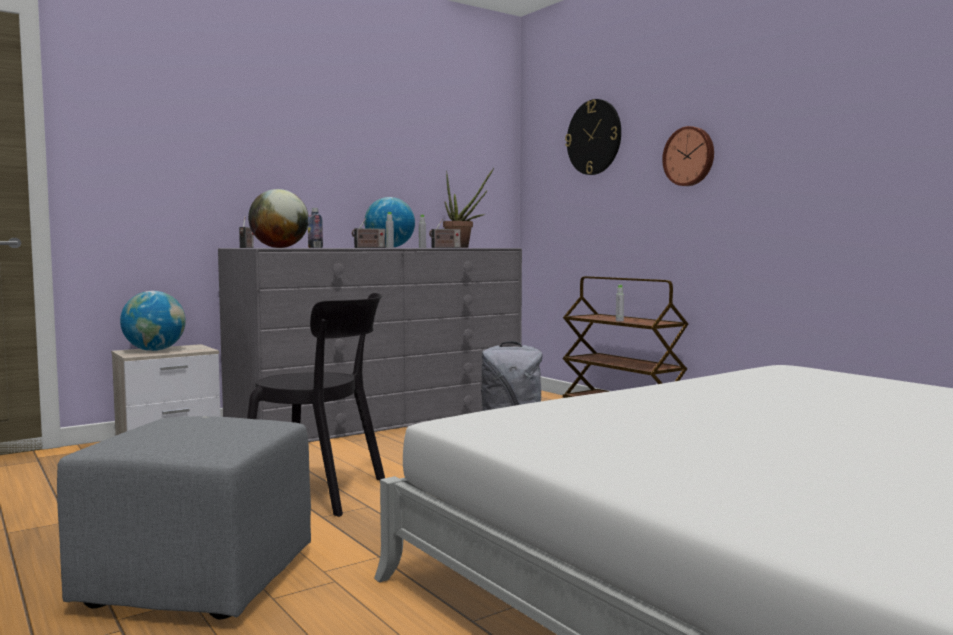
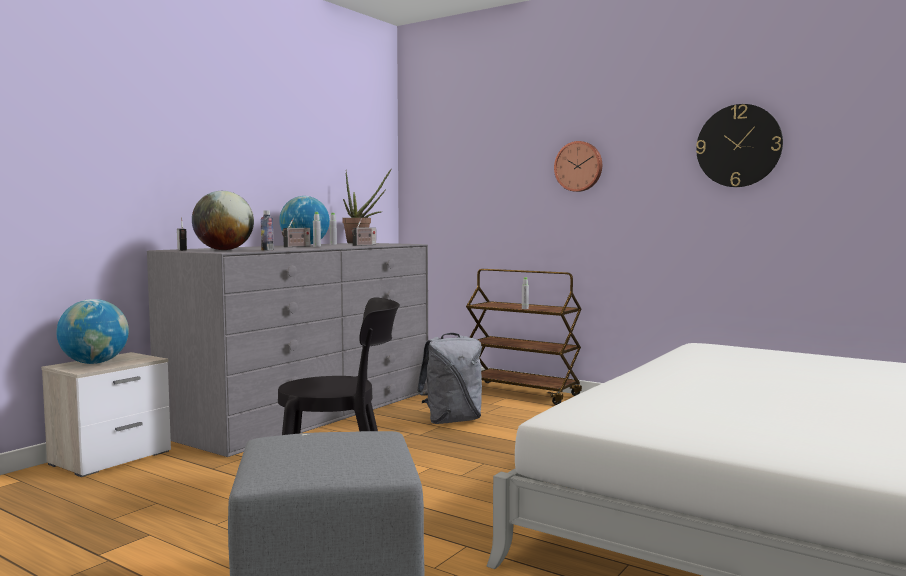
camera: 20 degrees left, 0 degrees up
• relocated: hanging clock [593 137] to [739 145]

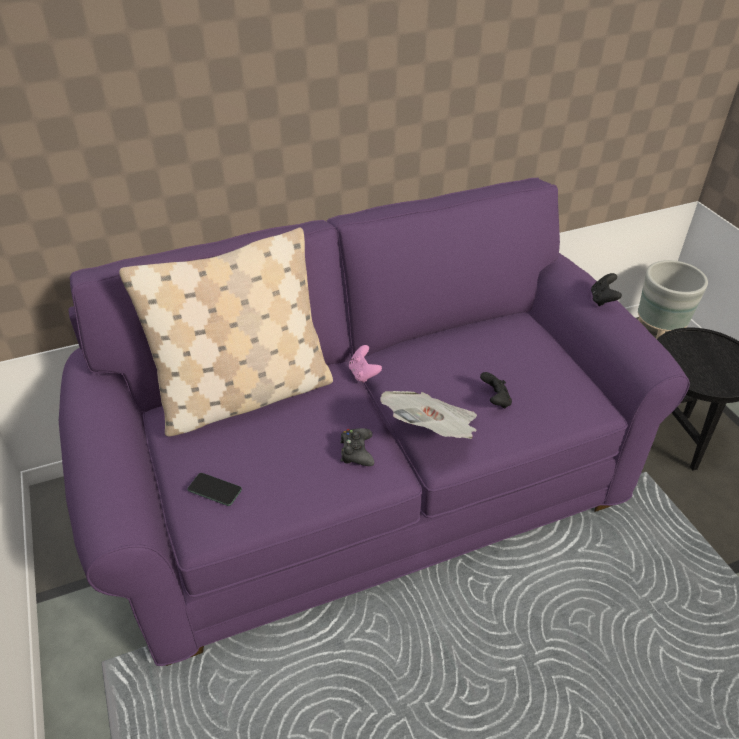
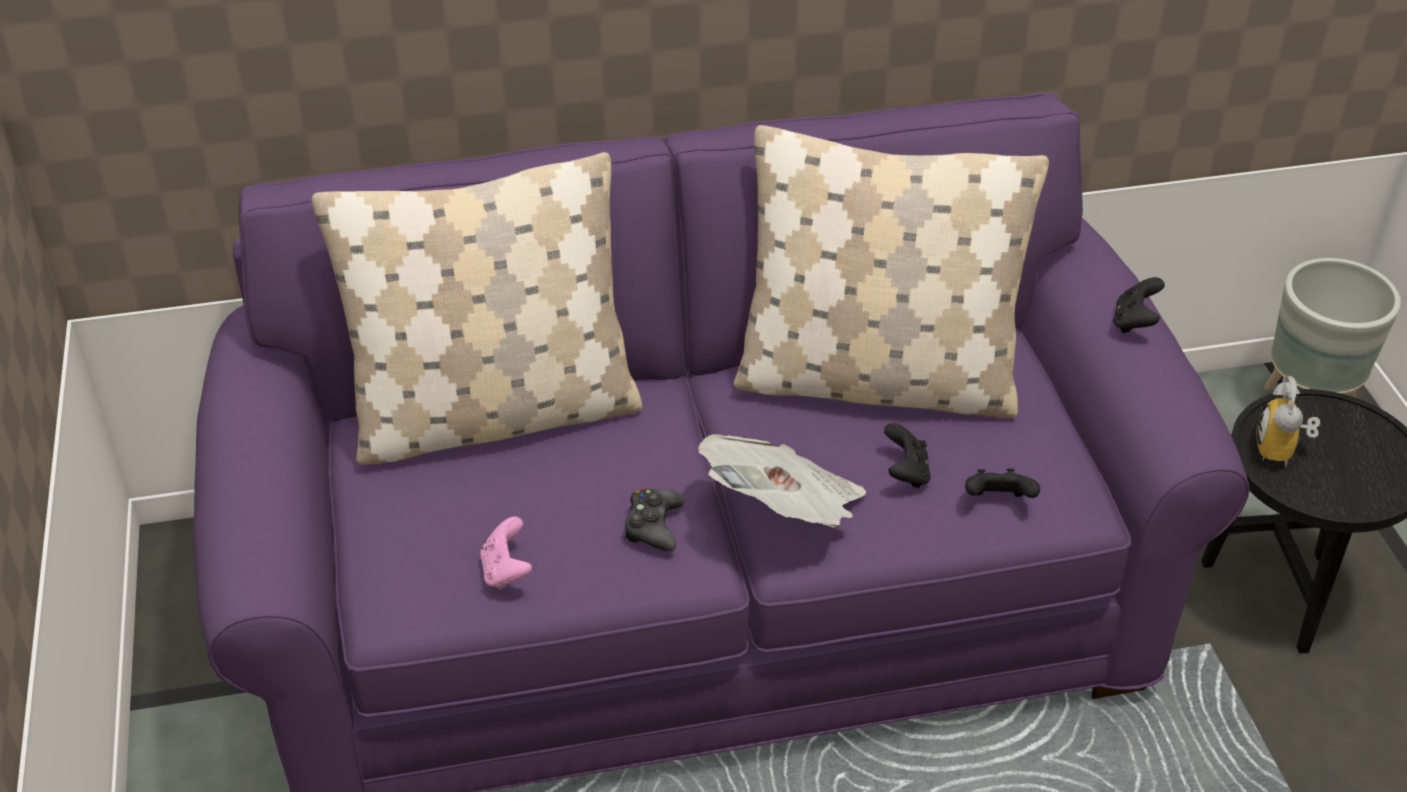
camera: 10 degrees right, 0 degrees up
• missing: phone [214 489]
• relocated: pink gamepad [365 364] to [506 553]
• appeared: beige-coloured cushion [891 272]
• appeared: black-coloured gamepad [1002 483]
• appeared: table clock [1288 421]

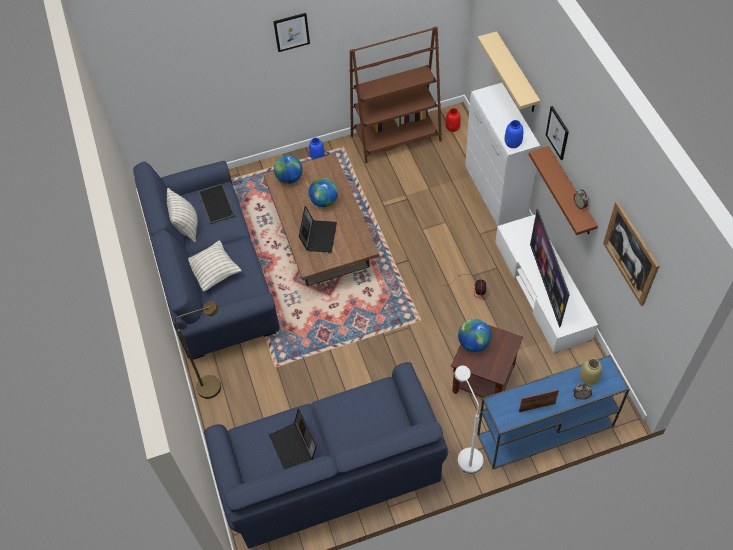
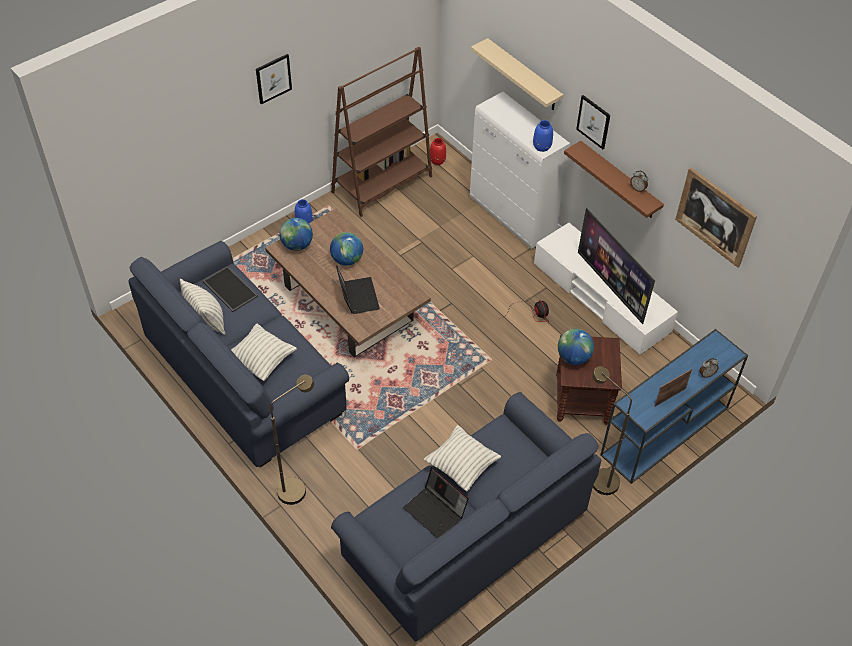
camera: 25 degrees left, 5 degrees down
• colour: whitish standard lamp [469 419] to brownish standard lamp [612 430]
• missing: beige-coloured decorative vase [591 371]
• appeared: cushion [462 458]

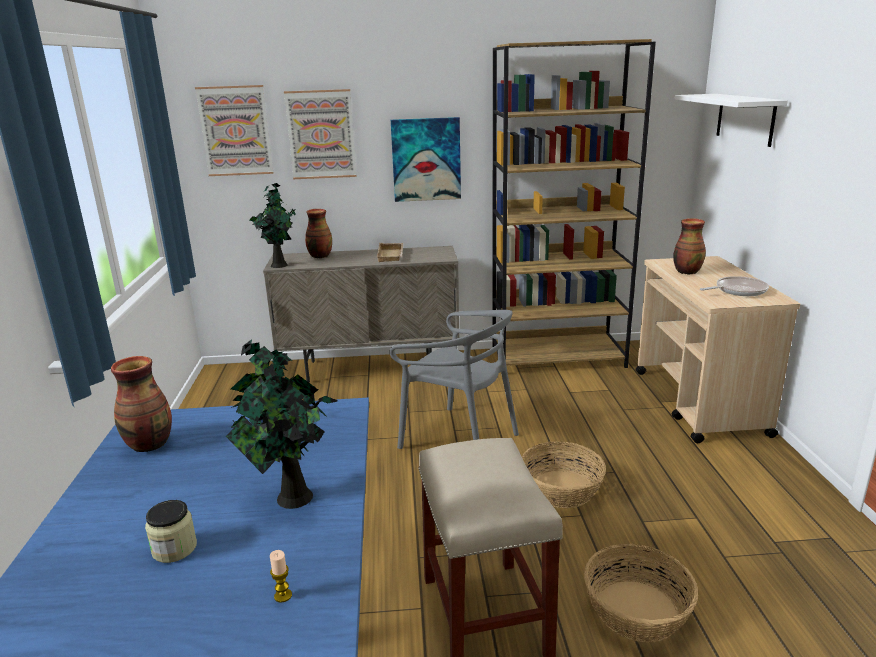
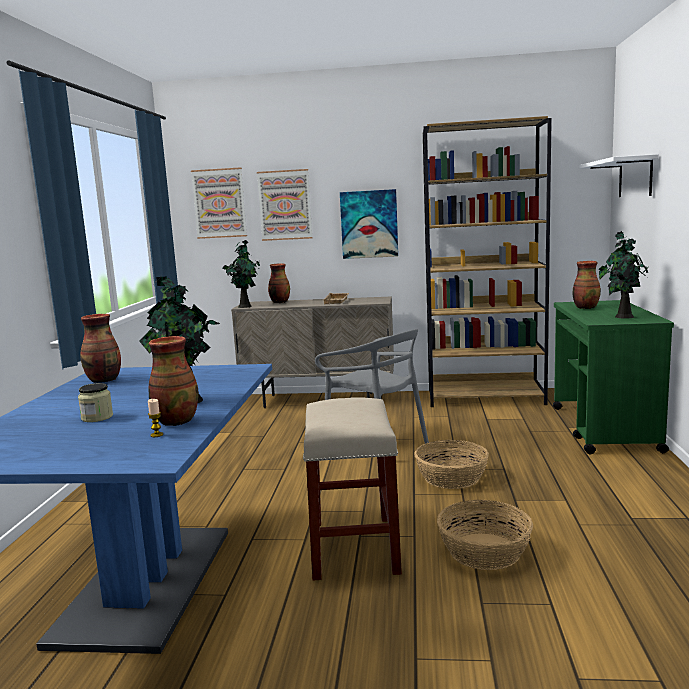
camera: 10 degrees right, 10 degrees down
• colour: beige-coloured trolley [718 349] to green-coloured trolley [613 377]
• exchanged: frying pan [734 286] to plant in a pot [623 274]
• appeared: decorative vase [174 381]

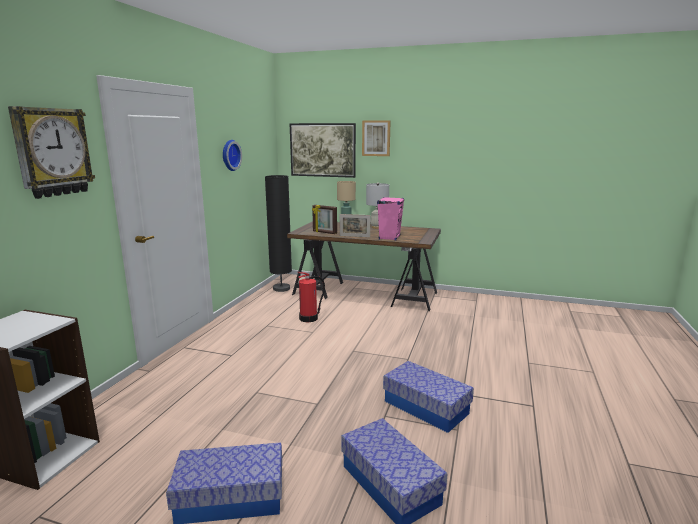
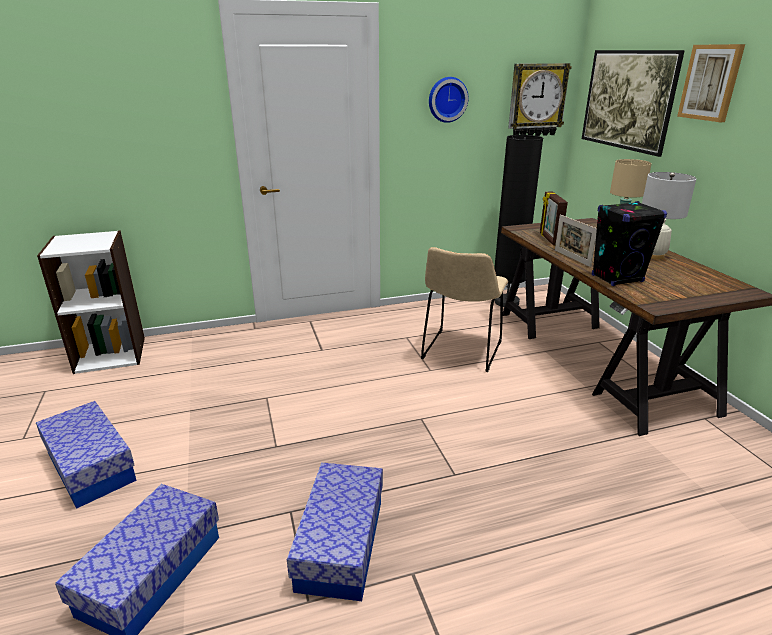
camera: 55 degrees right, 10 degrees up
• relocated: hanging clock [51 152] to [540 99]
• exchanged: fire extinguisher [311 296] to beige-coloured upright chair [464 309]
• colour: pink speaker [390 219] to black-coloured speaker [629 243]

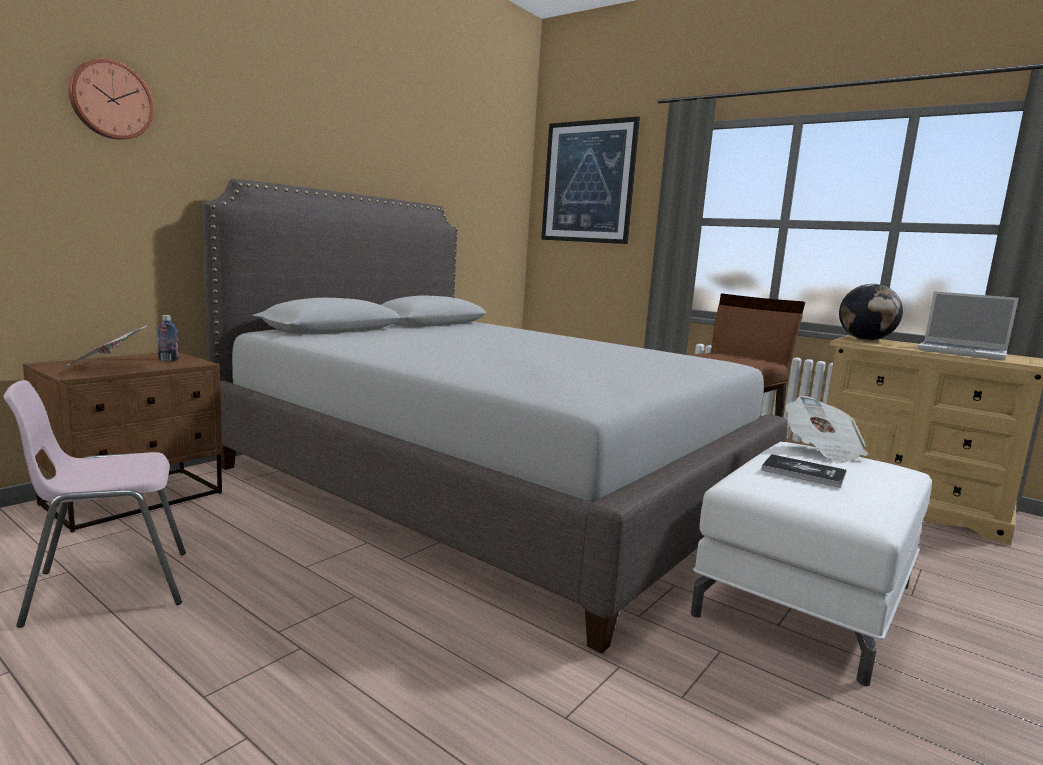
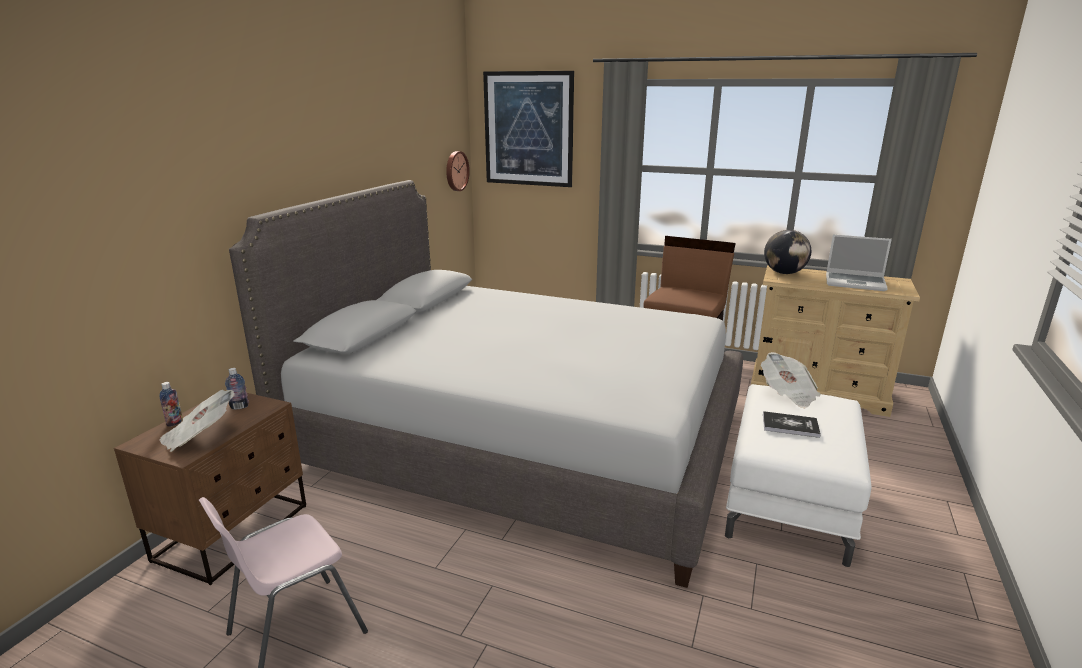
camera: 15 degrees left, 10 degrees up
• relocated: hanging clock [111 99] to [458 171]
• appeared: bottle [171 404]

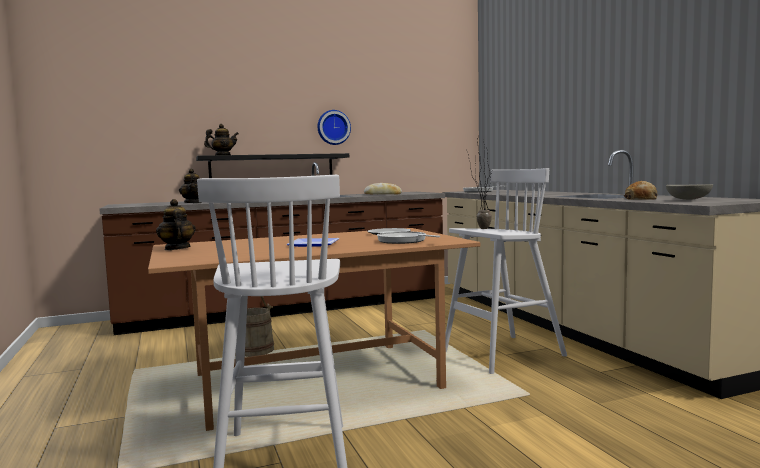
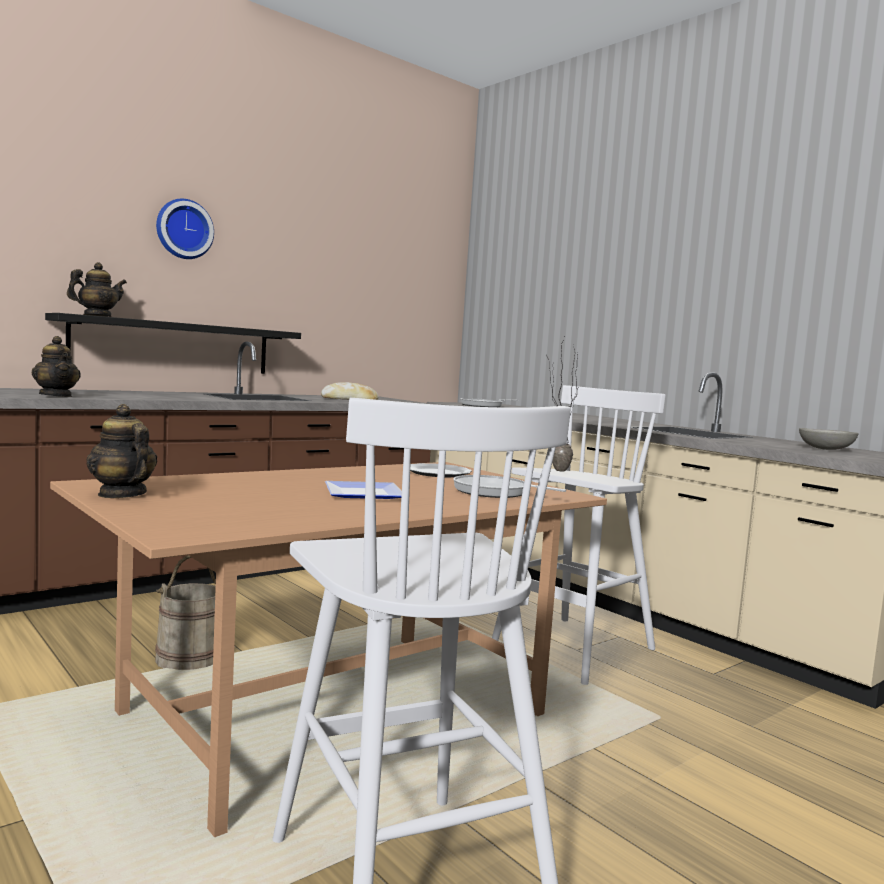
camera: 20 degrees left, 0 degrees up
• relocated: hanging clock [334 127] to [185 229]
• missing: bread [640 190]

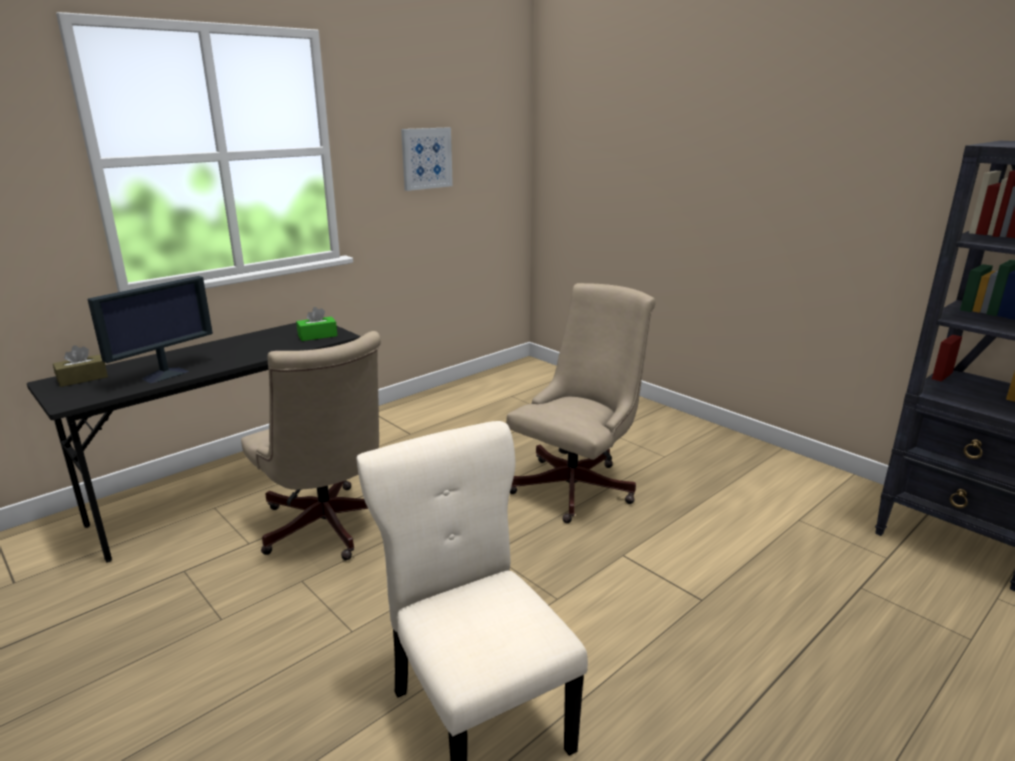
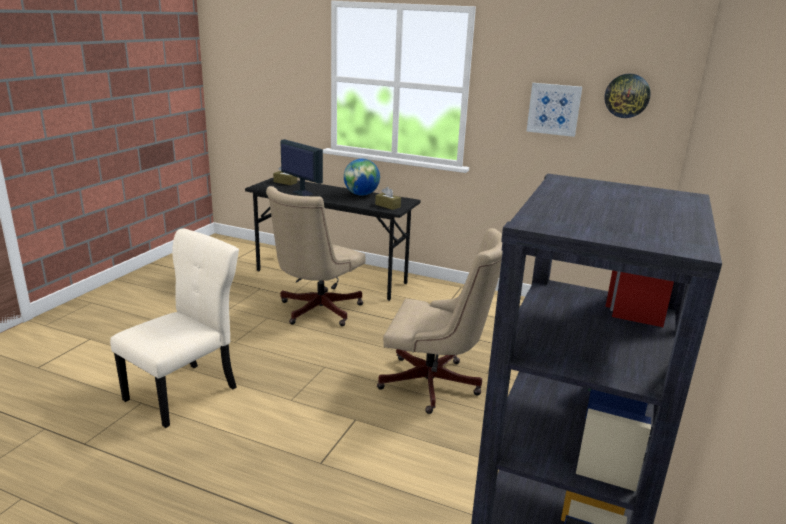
camera: 65 degrees right, 0 degrees up
• spun: monitor [150 329] = [302 167] 150 degrees counterclockwise
• colour: green-coloured box of tissues [316 324] to brownish box of tissues [388 198]
• appeared: desk globe [362 177]
• appeared: hanging clock [627 96]

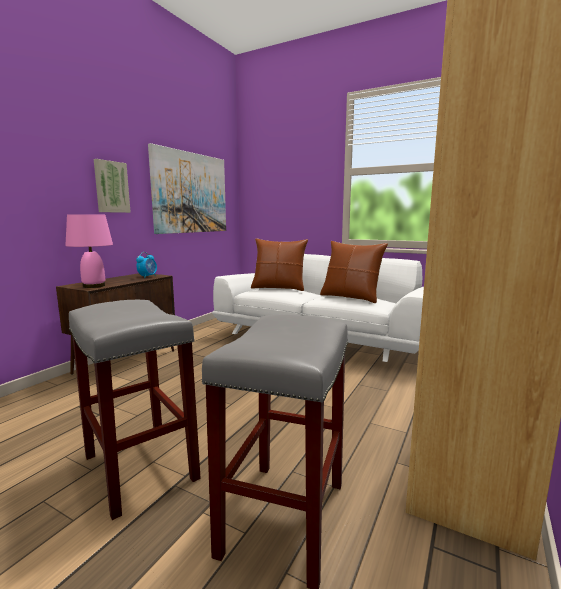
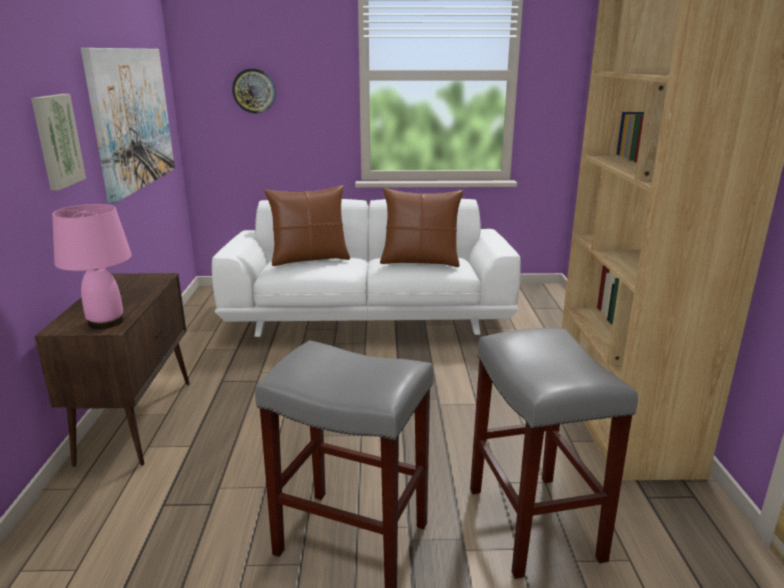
camera: 30 degrees left, 10 degrees up
• missing: table clock [146 265]
• appeared: hanging clock [254 91]

